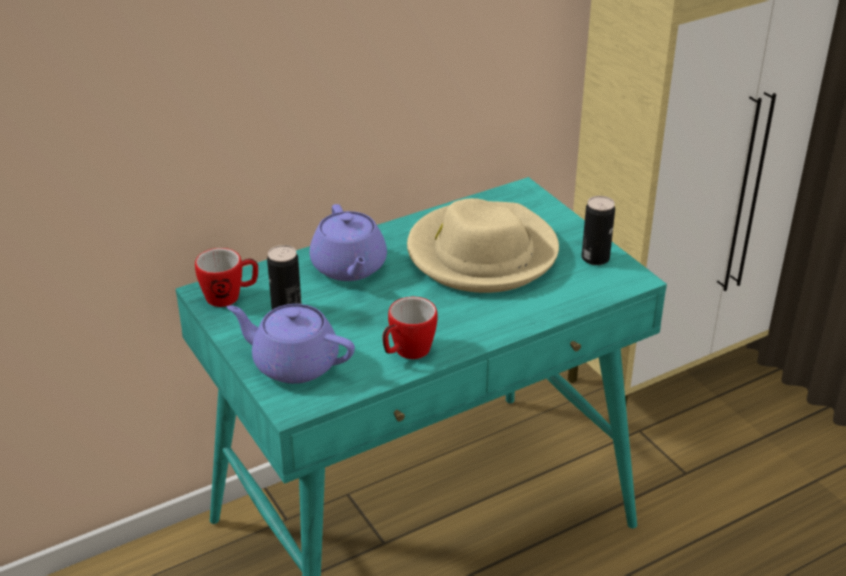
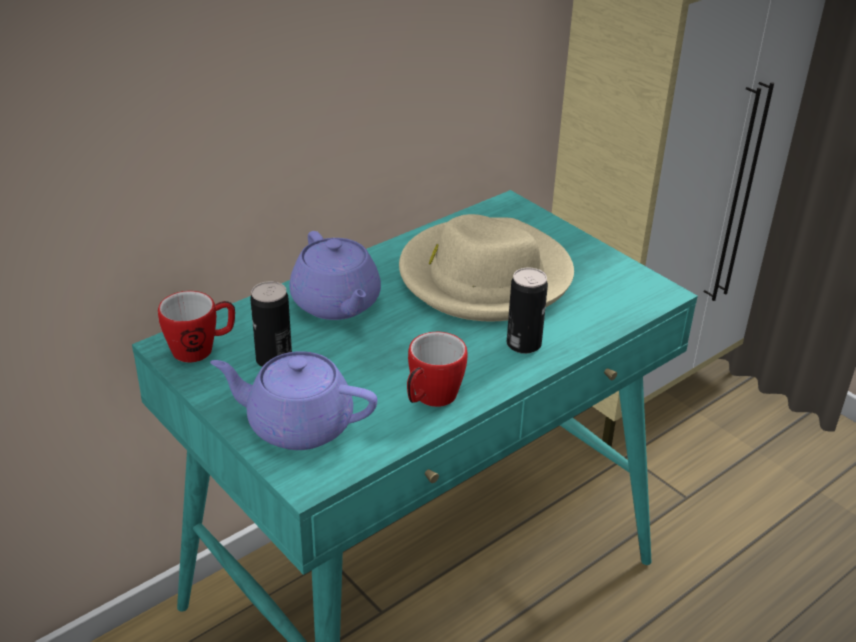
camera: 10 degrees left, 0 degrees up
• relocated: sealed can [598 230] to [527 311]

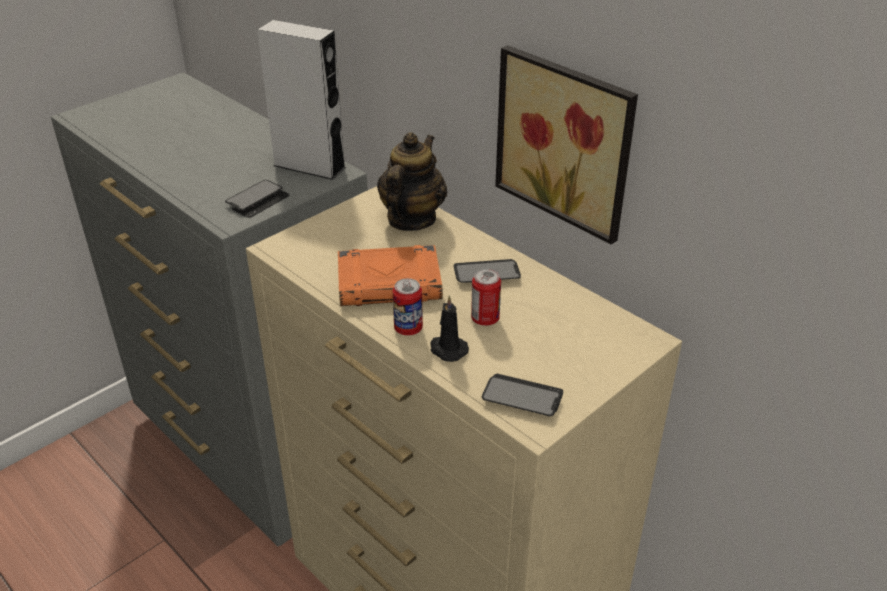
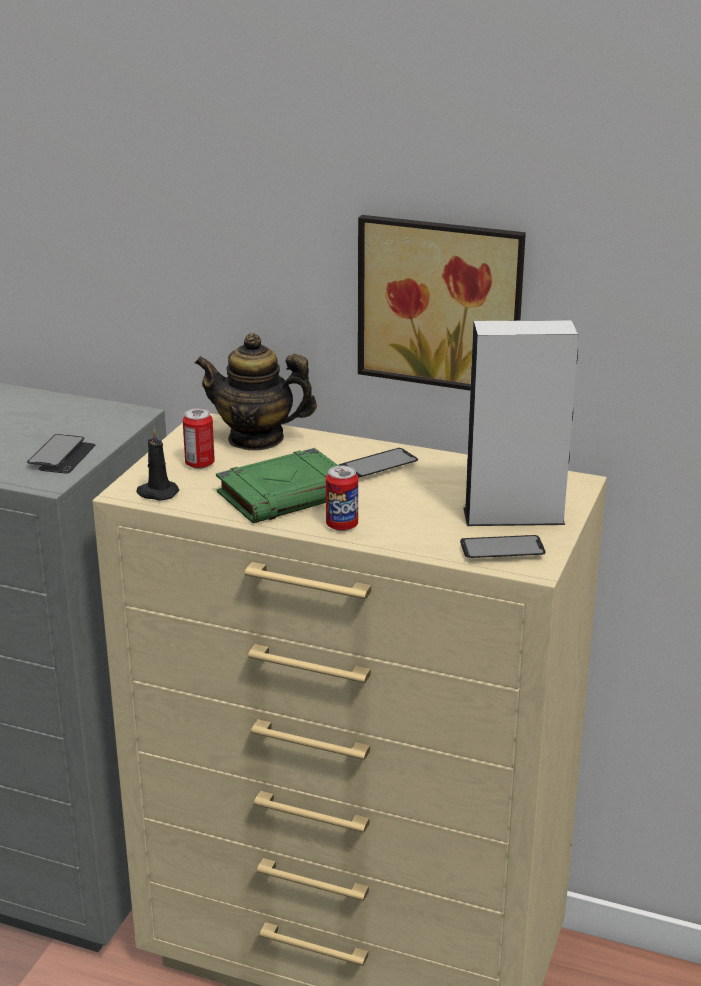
camera: 25 degrees left, 10 degrees down
• relocated: grey speaker [301 100] to [521 423]
• colour: orangey book [390 275] to green-coloured book [277 485]
• spun: tea pot [412 181] = [255 392] 75 degrees counterclockwise
• relocated: black-coloured wax light [450 328] to [157 464]
• relocated: sealed can [486 297] to [199 438]

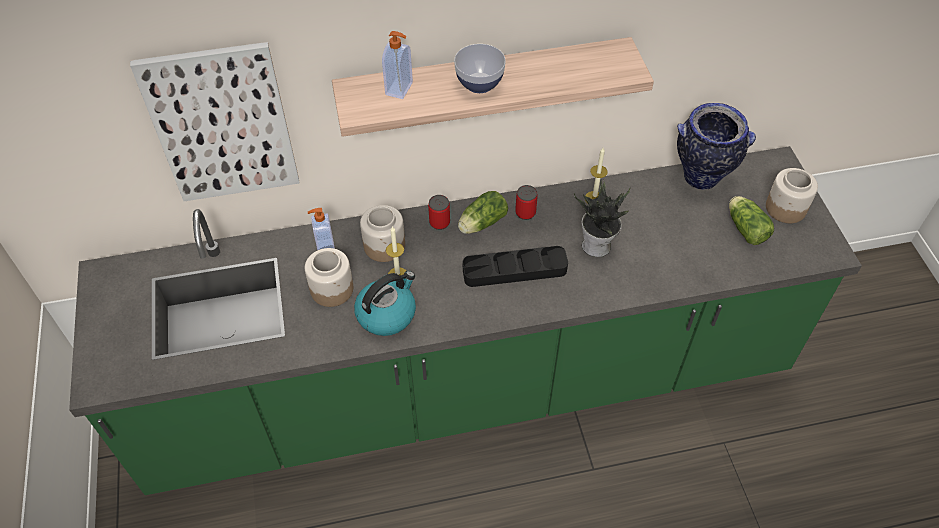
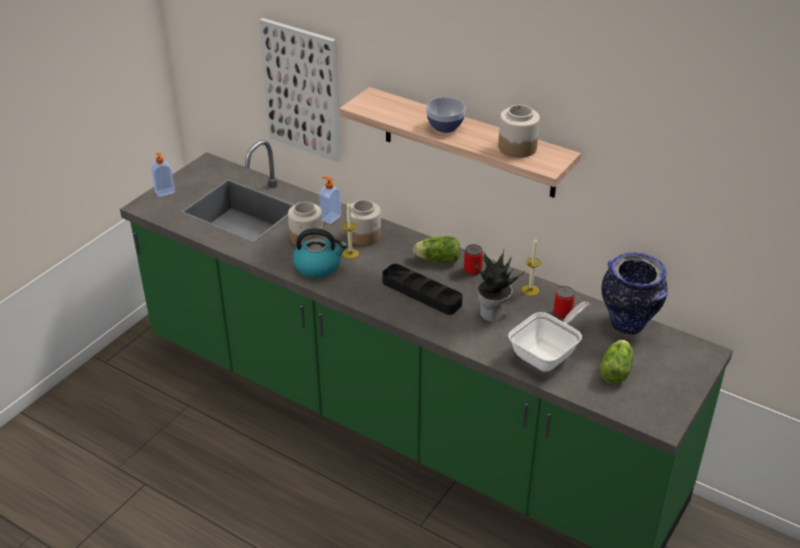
camera: 45 degrees right, 15 degrees down
• relocated: liquid soap bottle [397 65] to [163 175]
• relocated: sealed can [439 212] to [564 302]
• relocated: jar [792 195] to [519 131]
• appeared: frying pan [549 336]

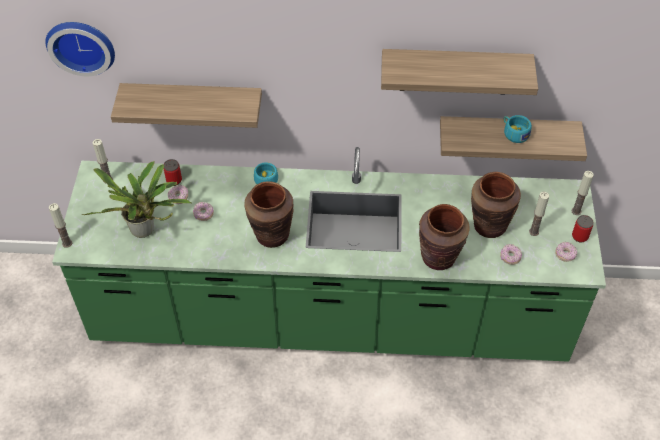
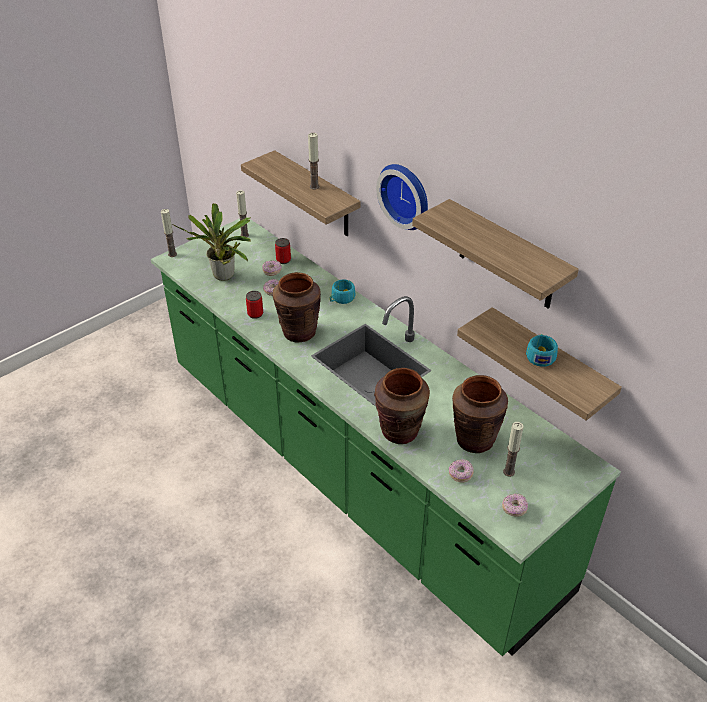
camera: 45 degrees right, 10 degrees down
• relocated: hanging clock [80 49] to [402 197]
• relocated: wax light [582 193] to [314 161]
• relocated: sealed can [583 228] to [254 305]

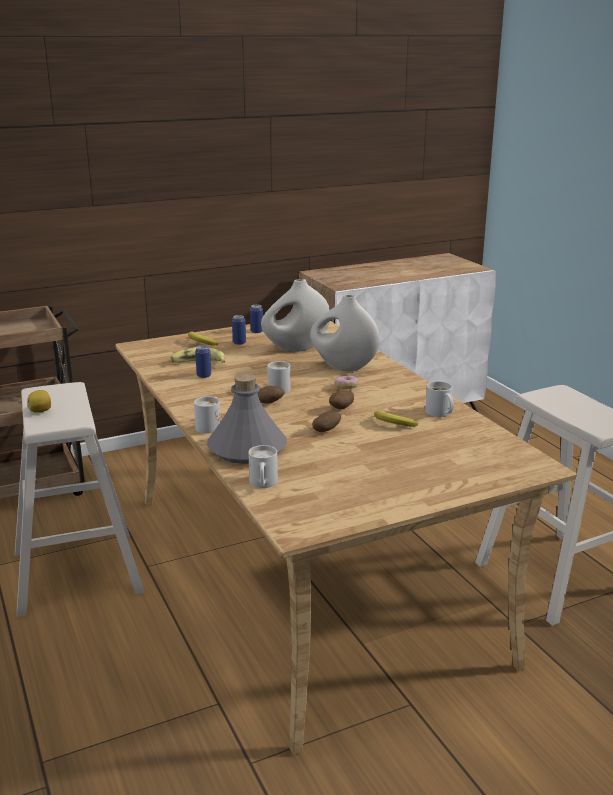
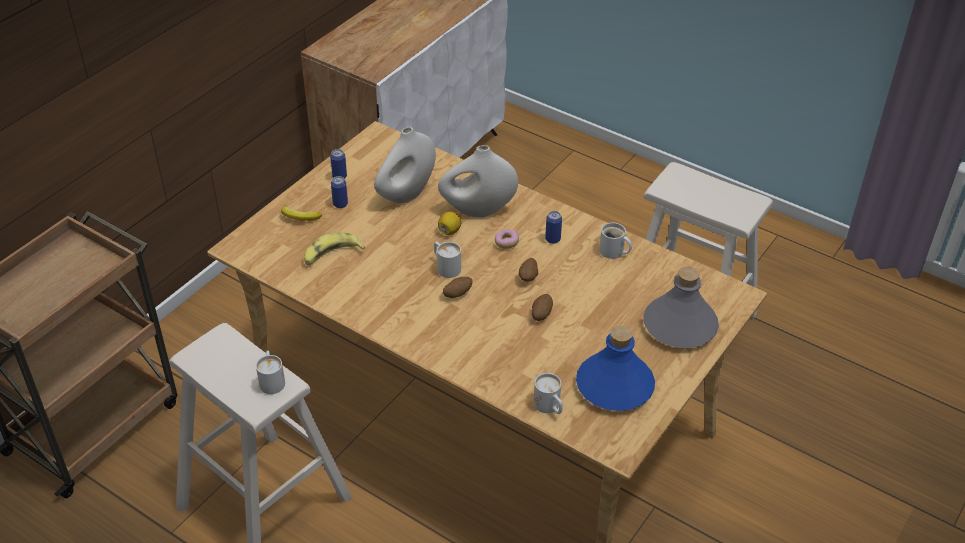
camera: 30 degrees left, 20 degrees up
• relocated: lemon [39 401] to [449 223]
• relocated: whitish coffee mug [207 415] to [270 372]
• relocated: sealed can [203 361] to [553 227]
• relocated: grey bottle [247 418] to [681 307]
• missing: whole banana [396 419]
• appeared: bluish bottle [615 368]

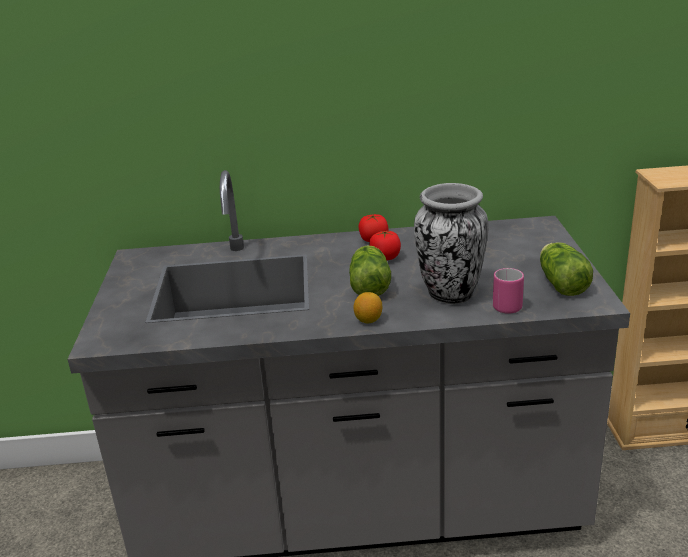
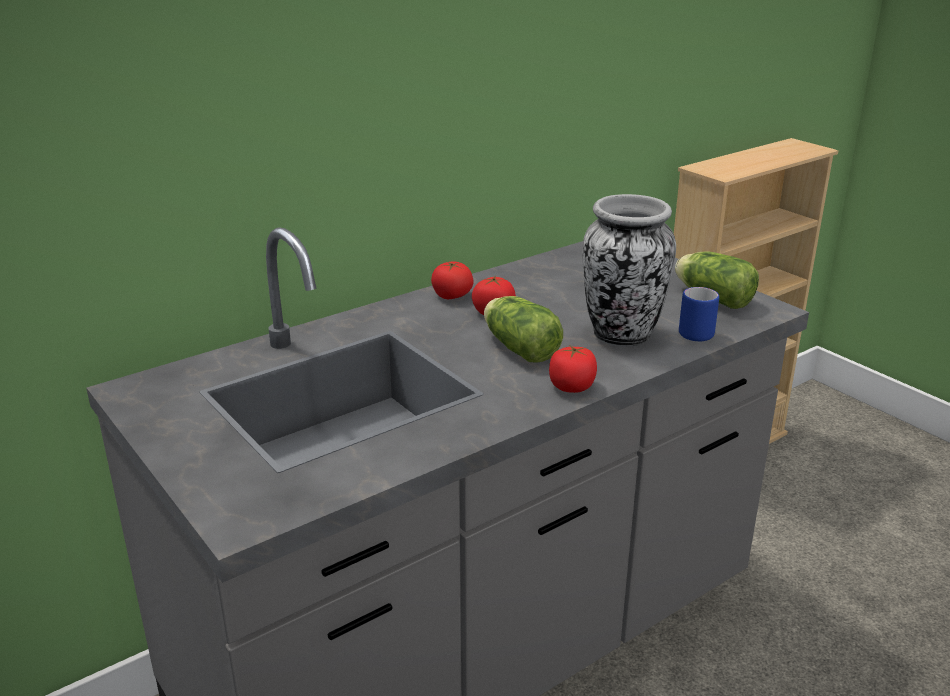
camera: 35 degrees left, 0 degrees up
• exchanged: lemon [368 308] to whole tomato [573 369]
• colour: pink coffee mug [508 291] to bluish coffee mug [699 314]

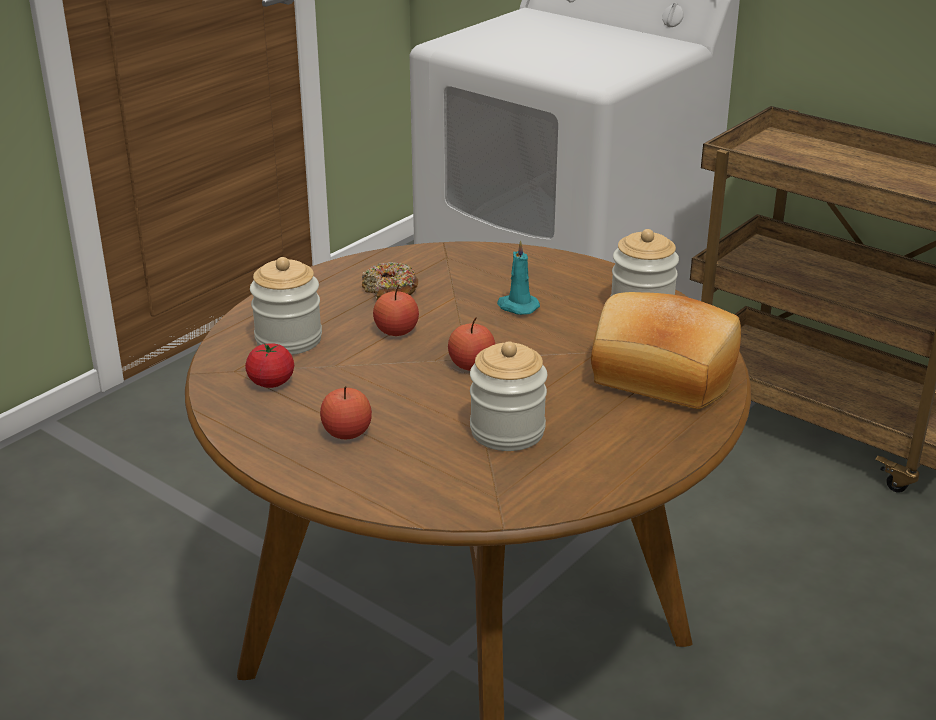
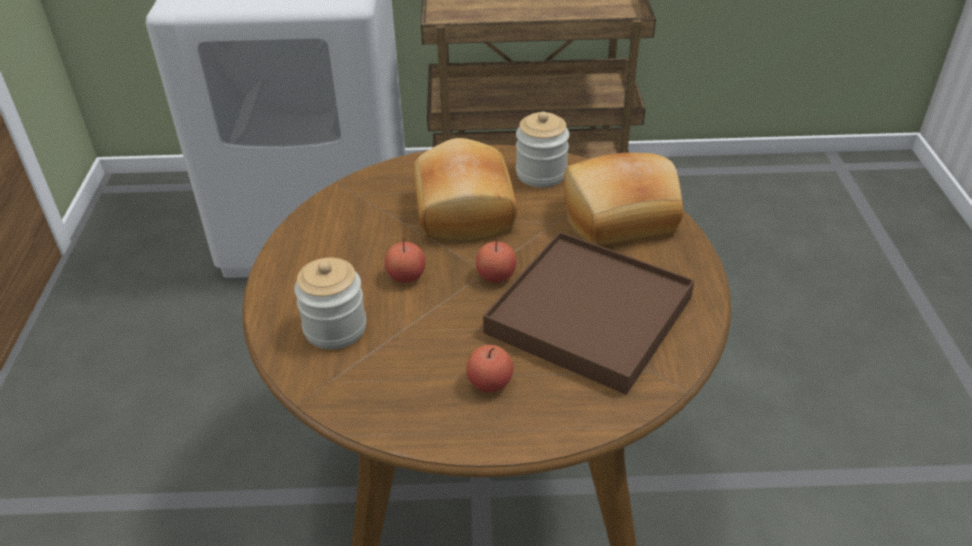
camera: 40 degrees left, 10 degrees up
• missing: whole tomato [269 365]
• missing: donut [390 280]
• exchanged: jar [508 396] to brownish serving tray [589 313]
• exchanged: turquoise-coloured wax light [518 277] to bread [465 190]

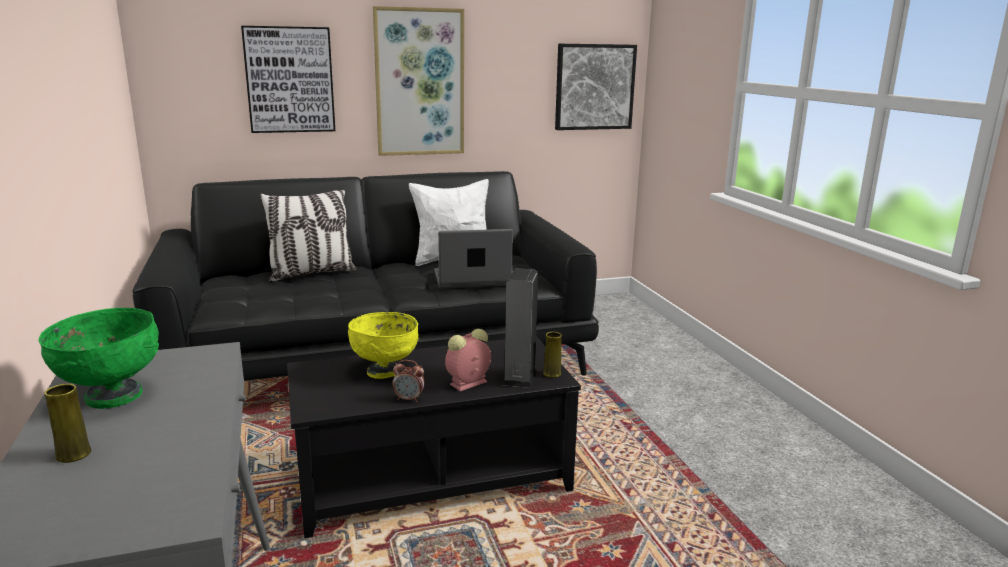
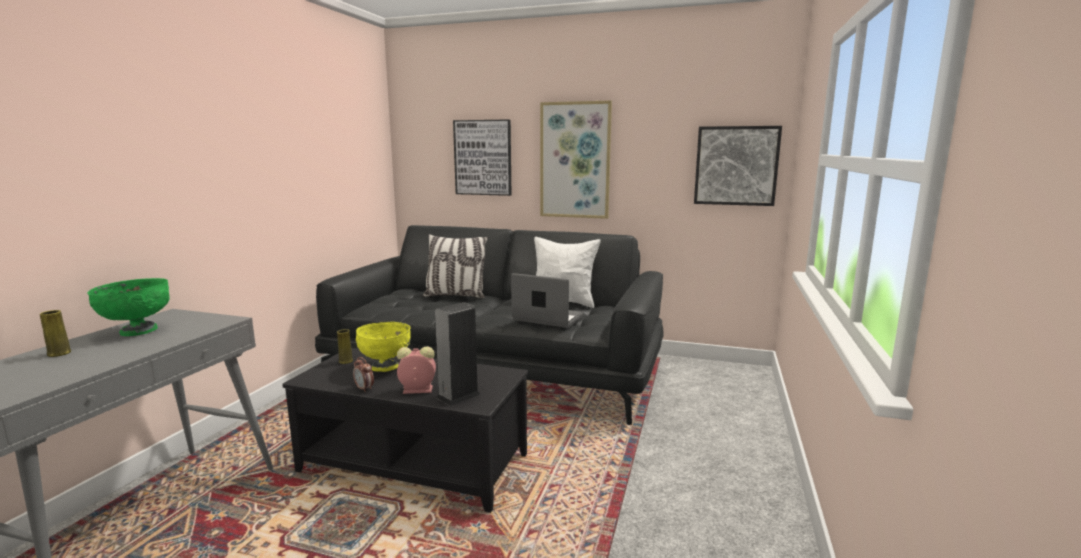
camera: 35 degrees right, 5 degrees down
• relocated: yellow-coloured decorative vase [552 355] to [345 346]

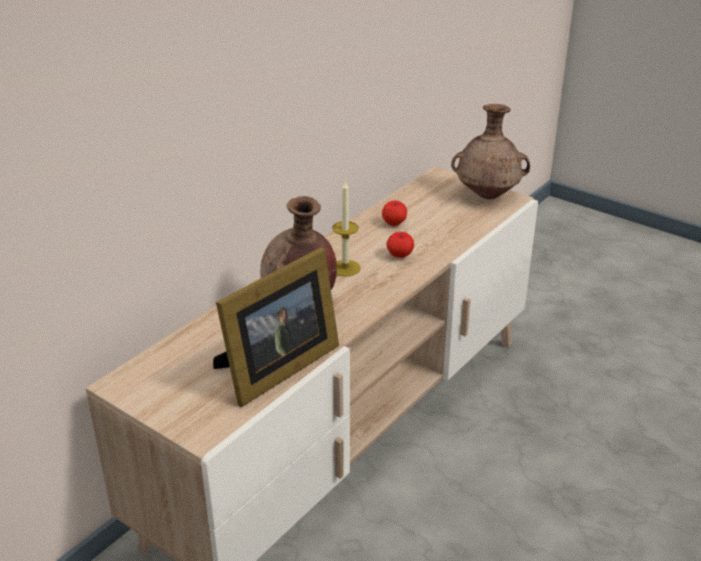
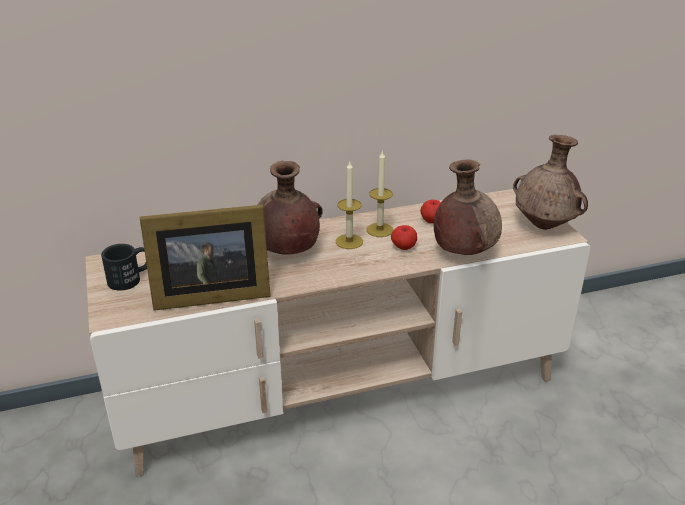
camera: 35 degrees right, 0 degrees up
• appeared: black-coloured coffee mug [124 267]
• appeared: wax light [380 193]
• appeared: brownish decorative vase [468 207]

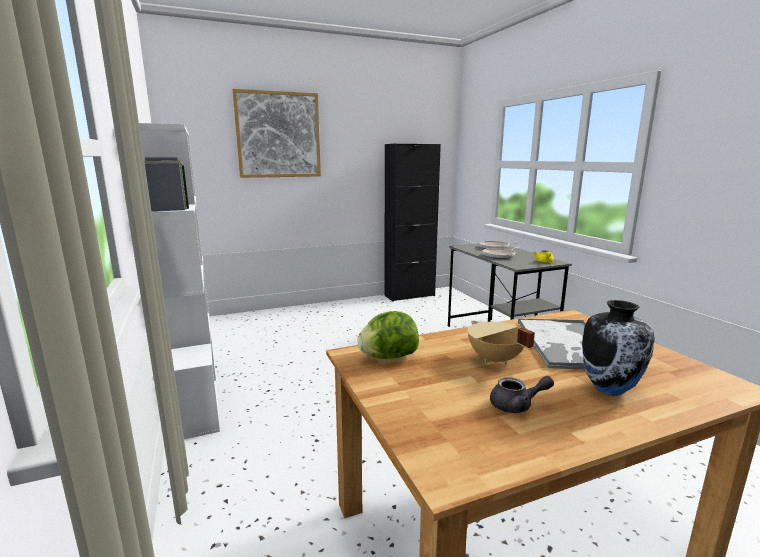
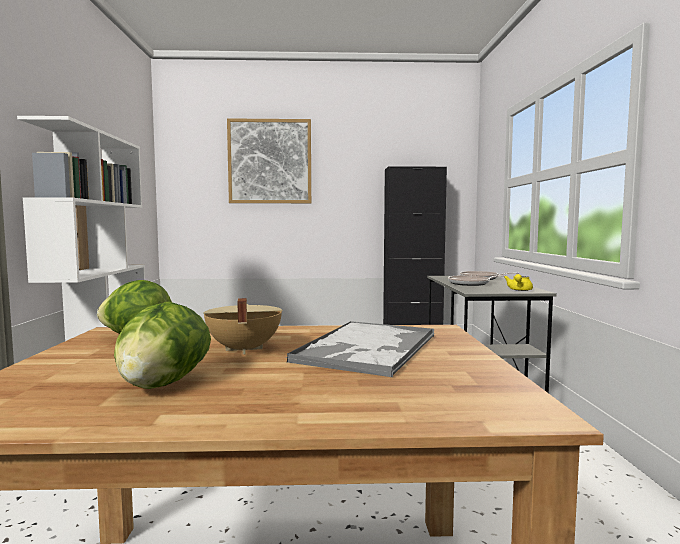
camera: 20 degrees right, 10 degrees down
• exchanged: grey tea pot [522 394] to lettuce head [162 345]
• missing: decorative vase [618 348]

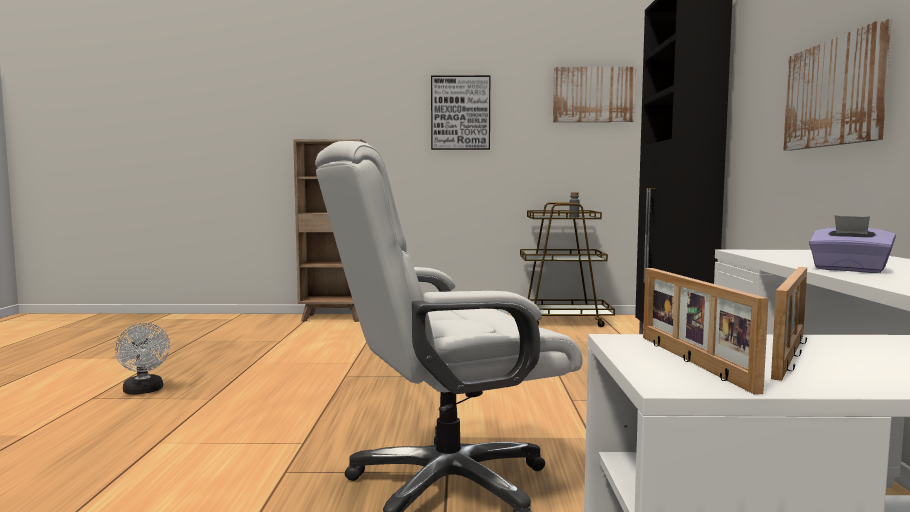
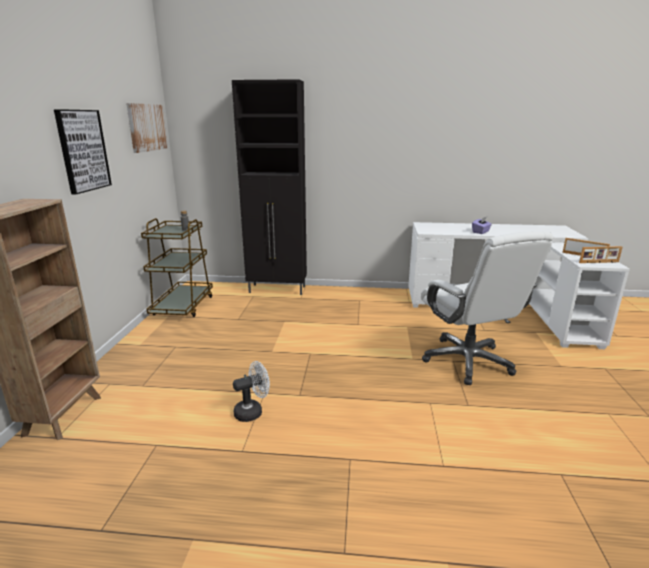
camera: 85 degrees left, 15 degrees up
• relocated: whitish cooling fan [142 359] to [251 391]
• missing: wall picture [837 84]

